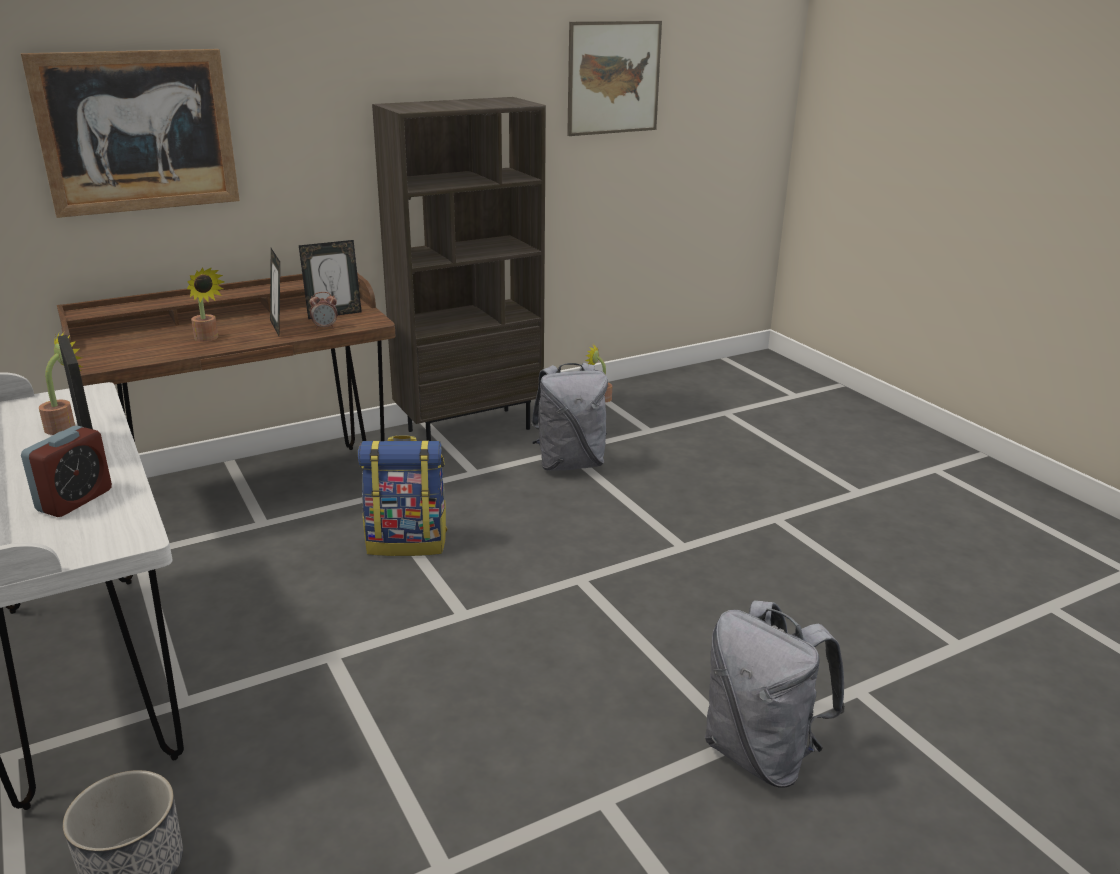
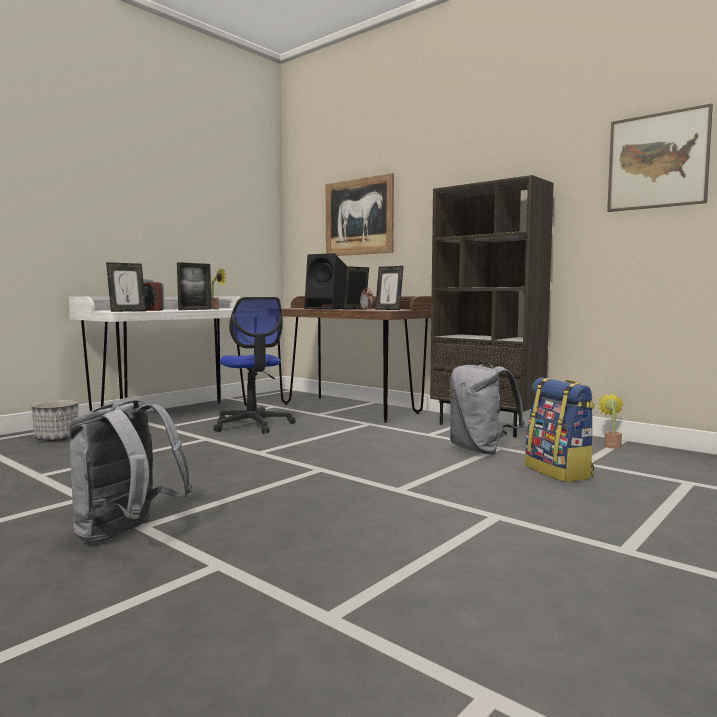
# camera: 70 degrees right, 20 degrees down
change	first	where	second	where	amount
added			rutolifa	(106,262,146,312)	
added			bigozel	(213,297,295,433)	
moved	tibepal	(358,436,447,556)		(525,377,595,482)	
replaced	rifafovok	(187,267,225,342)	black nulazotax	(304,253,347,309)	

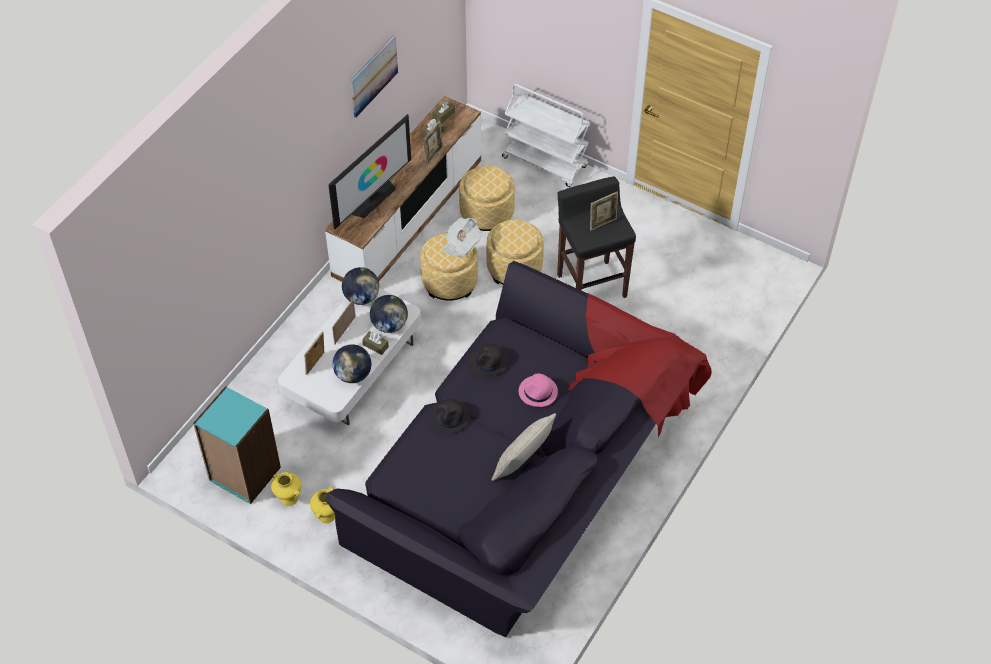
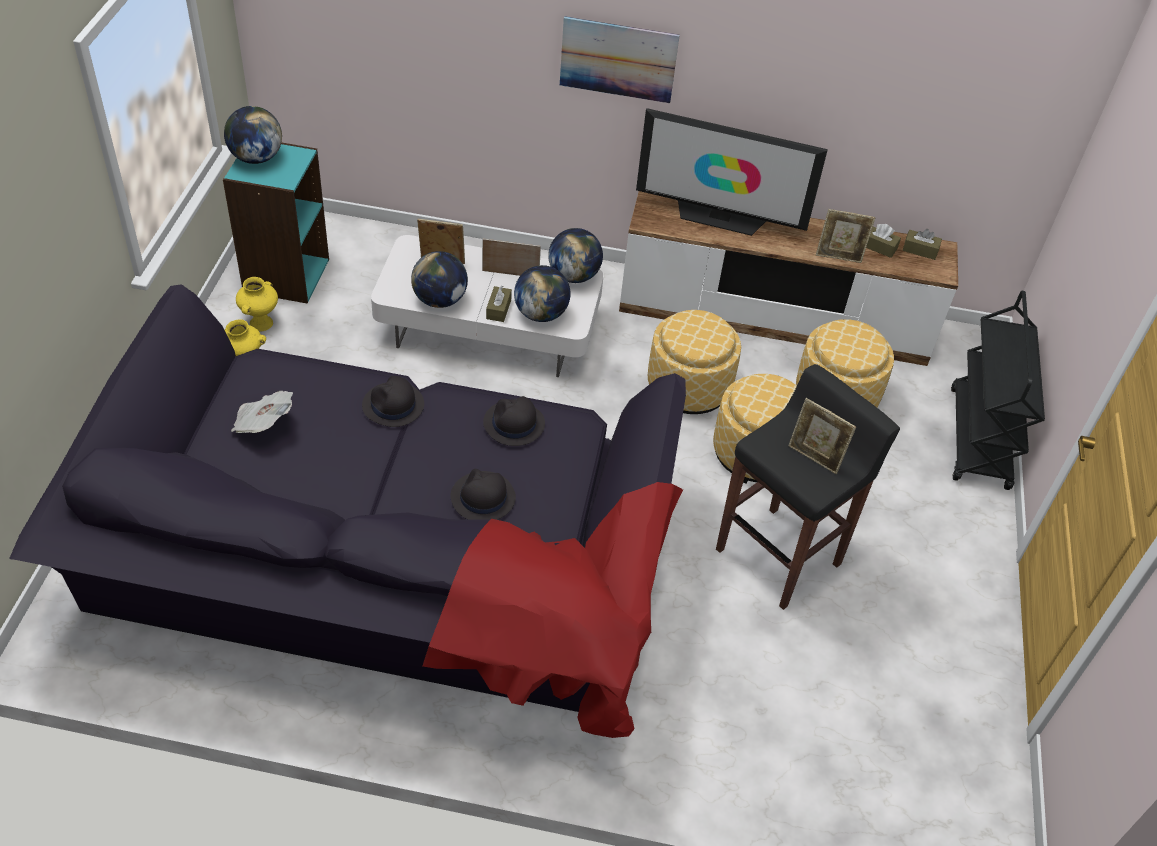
# camera: 65 degrees right, 5 degrees down
change	first	where	second	where	amount
removed	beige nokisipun	(492,413,556,481)			
added			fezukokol	(224,106,282,164)	
moved	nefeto	(350,35,398,118)		(560,16,680,103)	
moved	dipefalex	(443,218,481,258)		(231,391,293,433)	
recoloured	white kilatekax	(502,84,590,187)	black kilatekax	(951,290,1045,490)	
recoloured	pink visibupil	(519,374,558,407)	black visibupil	(451,469,516,520)	

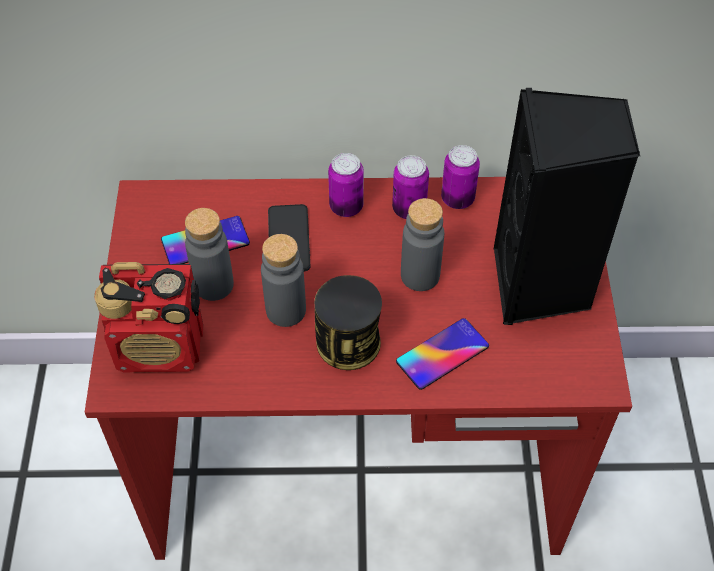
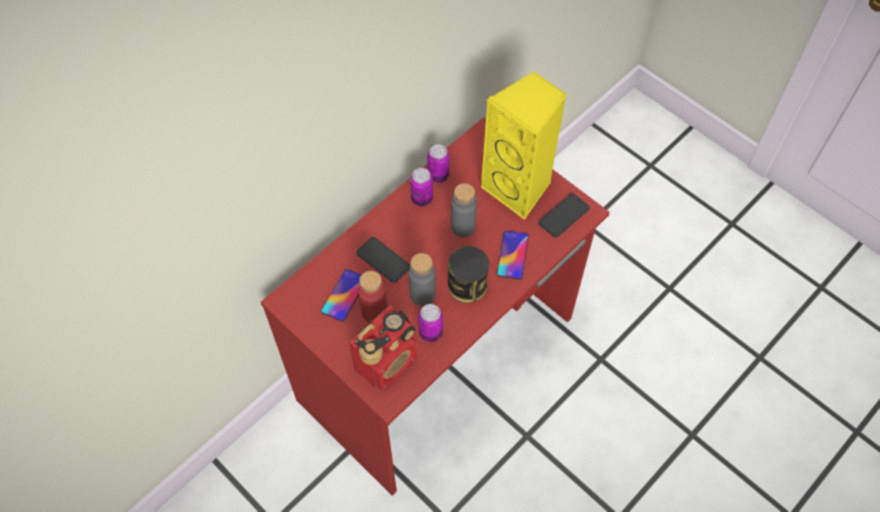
# camera: 45 degrees left, 5 degrees up
change	first	where	second	where	amount
added			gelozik	(539,193,590,238)	
moved	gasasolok	(328,153,364,217)		(418,304,443,342)	
recoloured	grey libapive	(185,208,234,301)	red libapive	(358,271,387,323)	
recoloured	black nulazotax	(494,88,640,325)	yellow nulazotax	(481,72,567,220)	

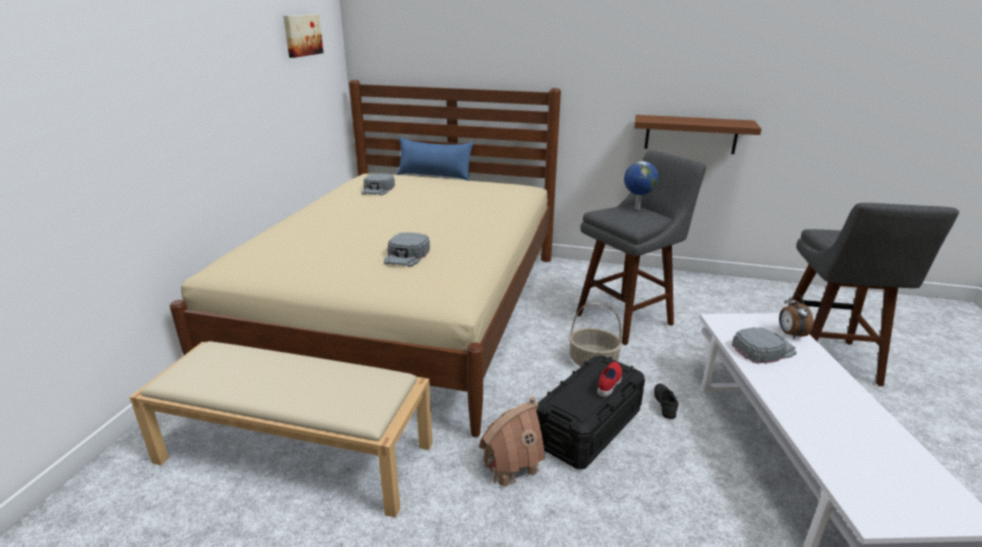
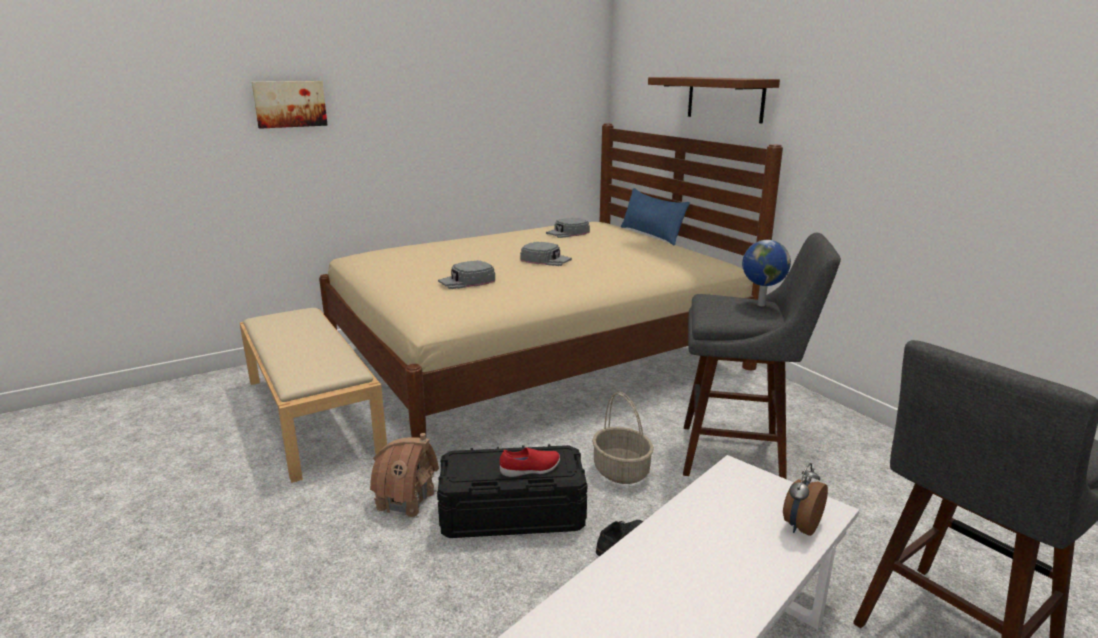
# camera: 45 degrees right, 5 degrees down
change	first	where	second	where	amount
moved	nefeto	(283,15,324,58)		(252,81,328,129)	
moved	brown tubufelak	(634,115,762,154)		(648,77,780,124)	
moved	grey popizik	(732,327,796,364)		(520,242,572,266)	

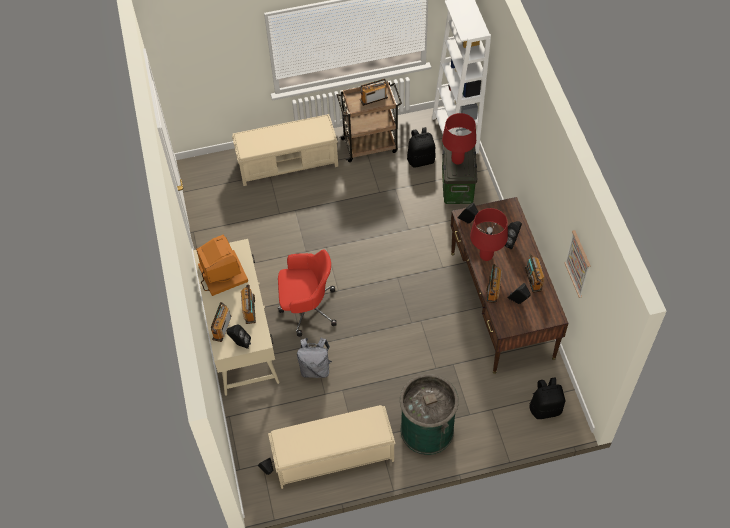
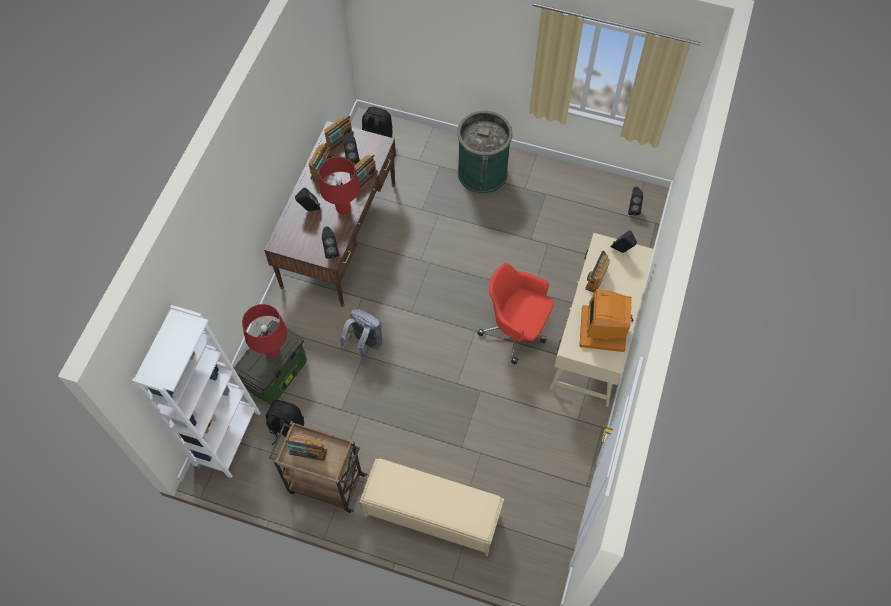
# camera: 150 degrees left, 5 degrees up
change	first	where	second	where	amount
removed	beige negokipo	(268,405,396,489)			
removed	nefeto	(564,230,590,298)			
moved	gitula	(211,302,231,342)		(325,116,354,150)	
moved	grey tibepal	(297,338,332,378)		(340,309,382,360)	

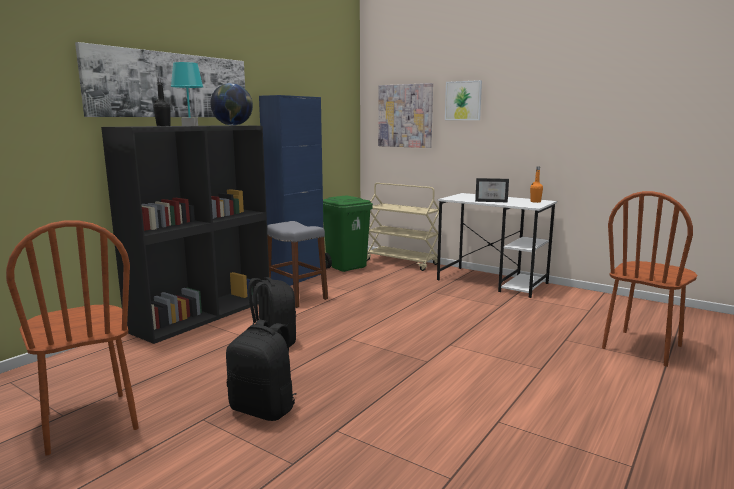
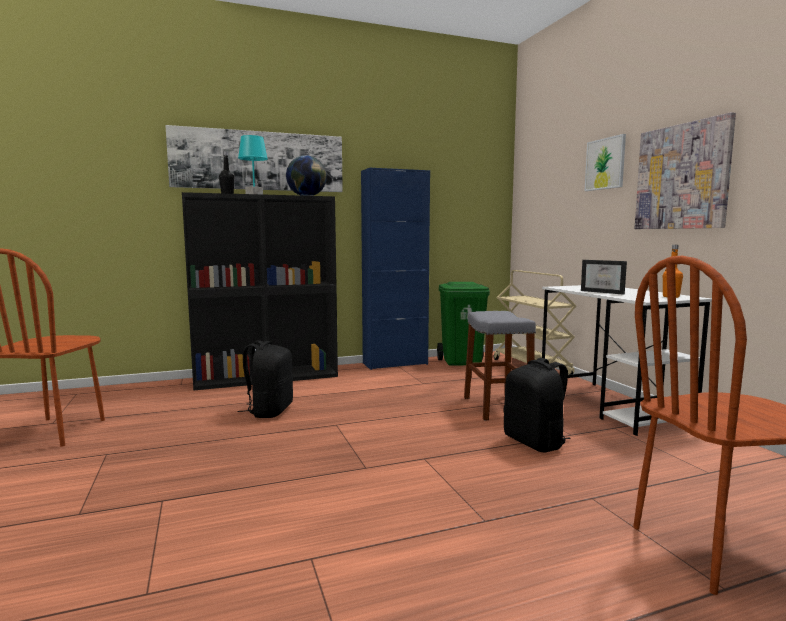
# camera: 35 degrees right, 5 degrees down
change	first	where	second	where	amount
moved	black tibepal	(226,320,296,421)		(504,358,571,452)	
moved	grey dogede	(267,221,328,308)		(464,311,536,421)	
moved	nefeto	(378,83,433,148)		(635,112,736,229)	

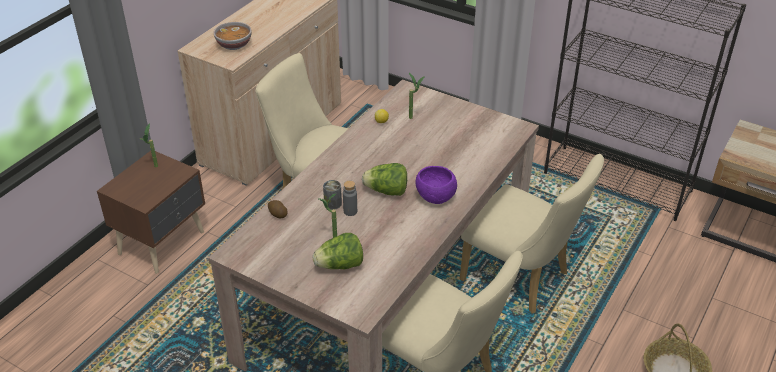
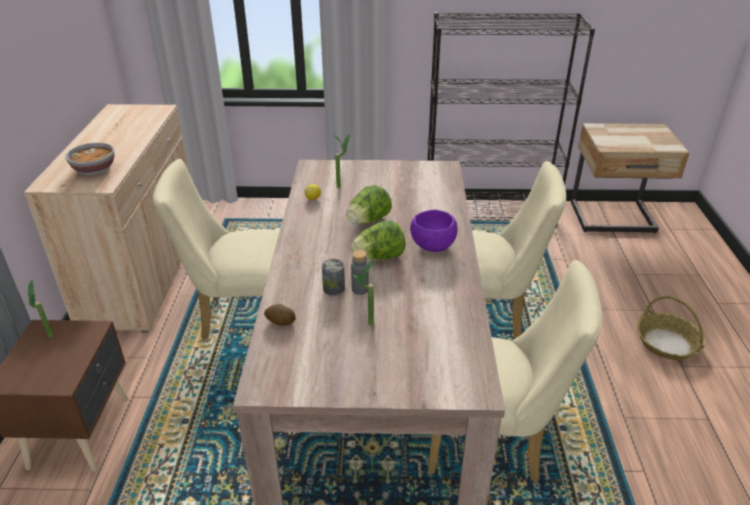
# camera: 30 degrees left, 5 degrees down
change	first	where	second	where	amount
moved	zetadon	(312,233,363,269)		(347,185,392,224)	

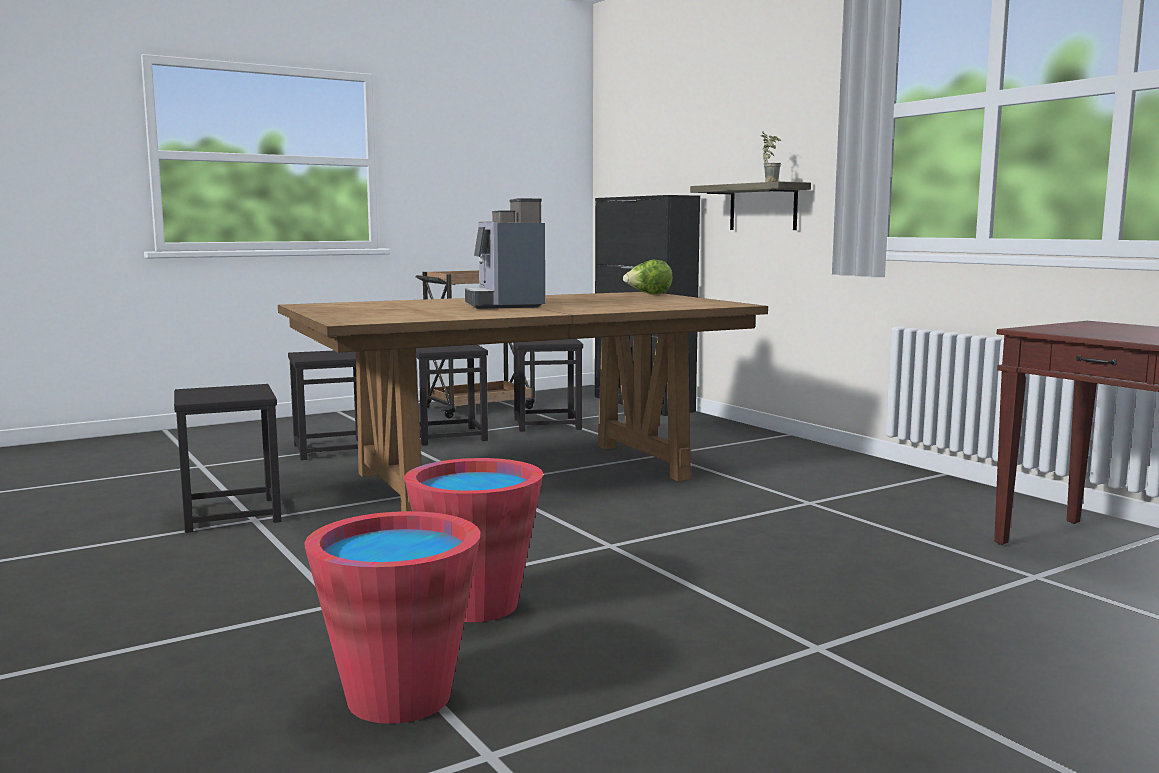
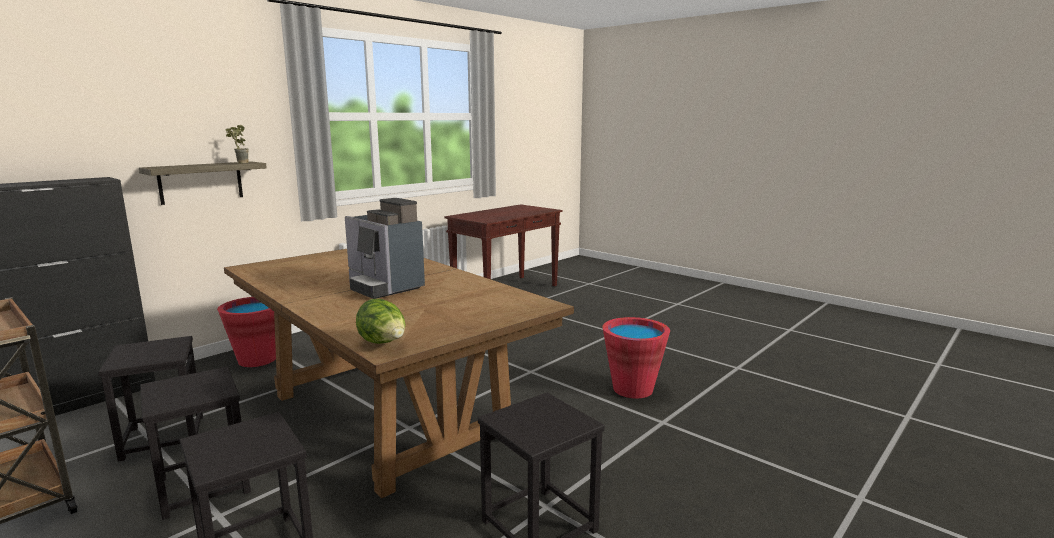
# camera: 105 degrees left, 5 degrees up
change	first	where	second	where	amount
moved	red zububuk	(304,511,480,724)		(217,297,276,367)	
moved	zetadon	(623,260,672,294)		(356,299,405,344)	
turned	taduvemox	(465,198,545,309)		(345,198,425,299)	75 degrees clockwise

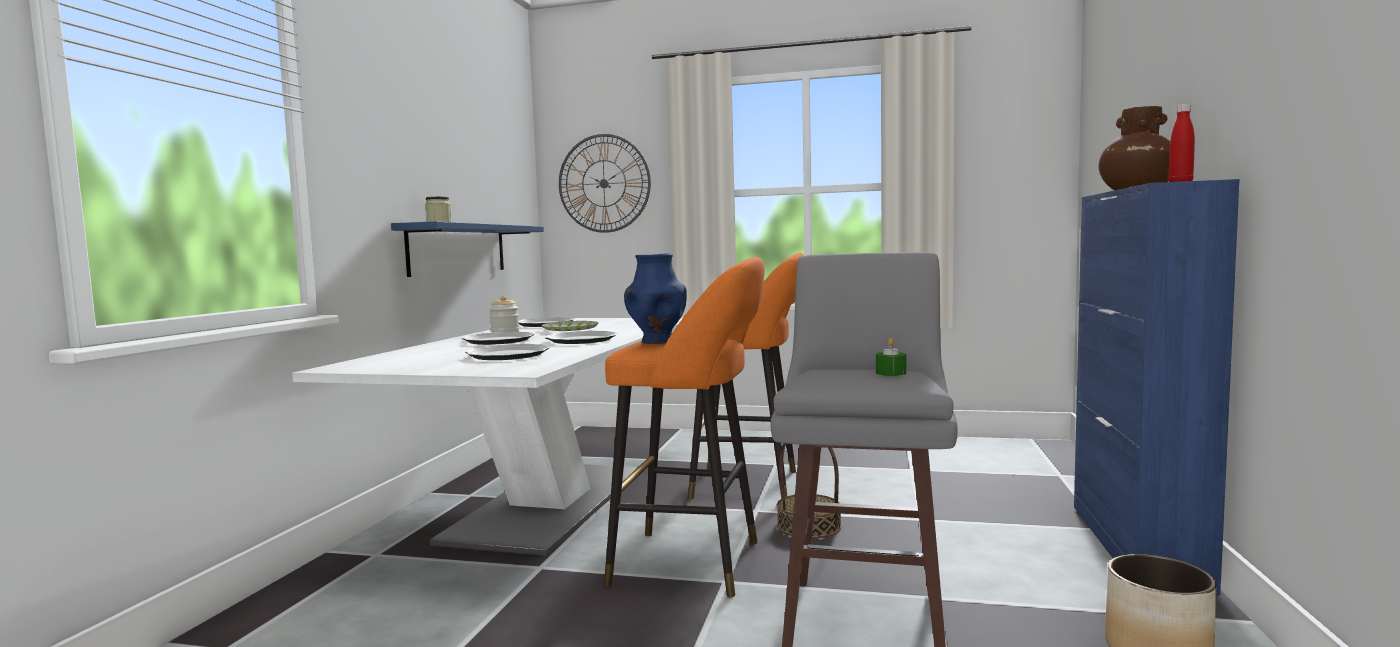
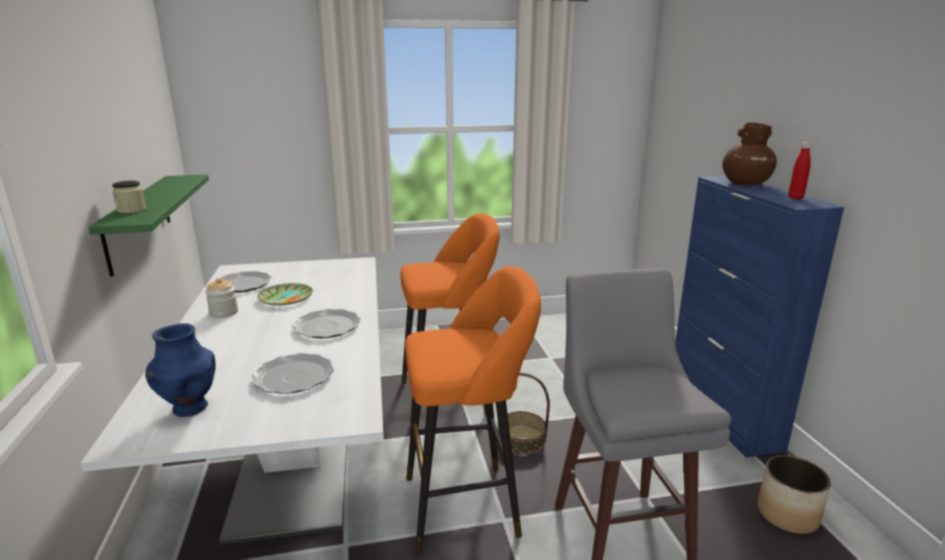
# camera: 25 degrees left, 15 degrees up
change	first	where	second	where	amount
removed	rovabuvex	(462,332,535,345)			
removed	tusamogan	(559,134,651,233)			
removed	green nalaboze	(876,338,906,376)			
moved	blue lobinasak	(624,254,687,344)		(145,323,216,417)	
recoloured	blue tubufelak	(391,221,544,277)	green tubufelak	(88,175,209,277)	

